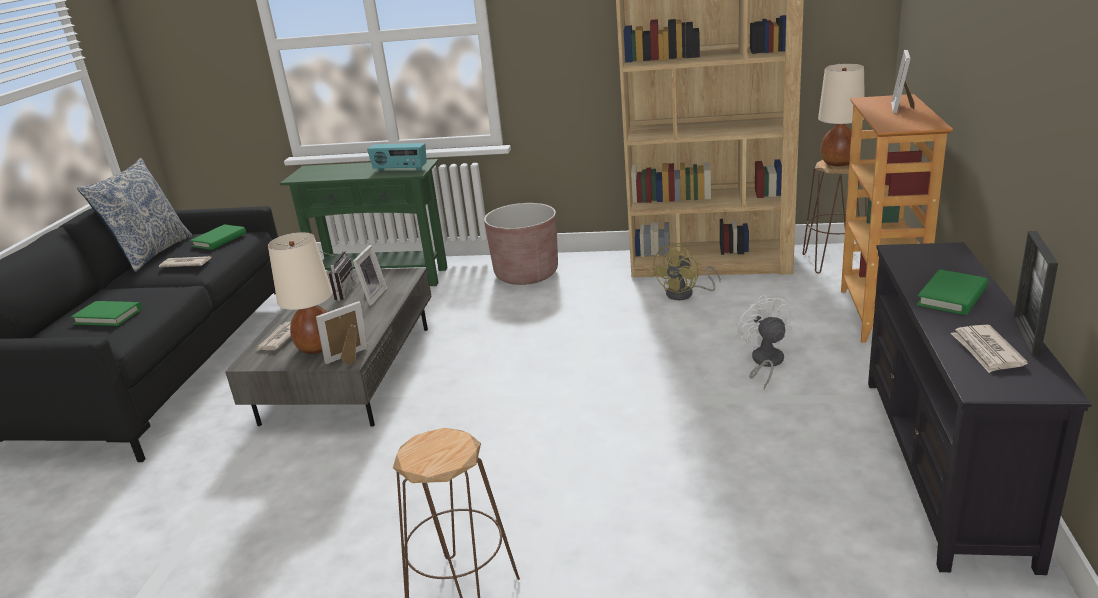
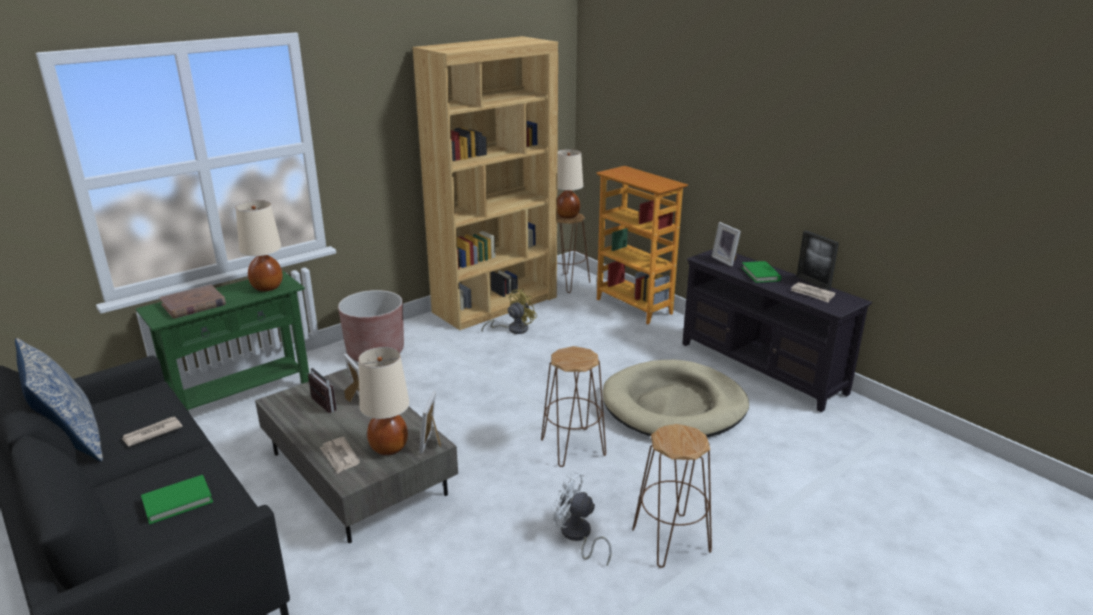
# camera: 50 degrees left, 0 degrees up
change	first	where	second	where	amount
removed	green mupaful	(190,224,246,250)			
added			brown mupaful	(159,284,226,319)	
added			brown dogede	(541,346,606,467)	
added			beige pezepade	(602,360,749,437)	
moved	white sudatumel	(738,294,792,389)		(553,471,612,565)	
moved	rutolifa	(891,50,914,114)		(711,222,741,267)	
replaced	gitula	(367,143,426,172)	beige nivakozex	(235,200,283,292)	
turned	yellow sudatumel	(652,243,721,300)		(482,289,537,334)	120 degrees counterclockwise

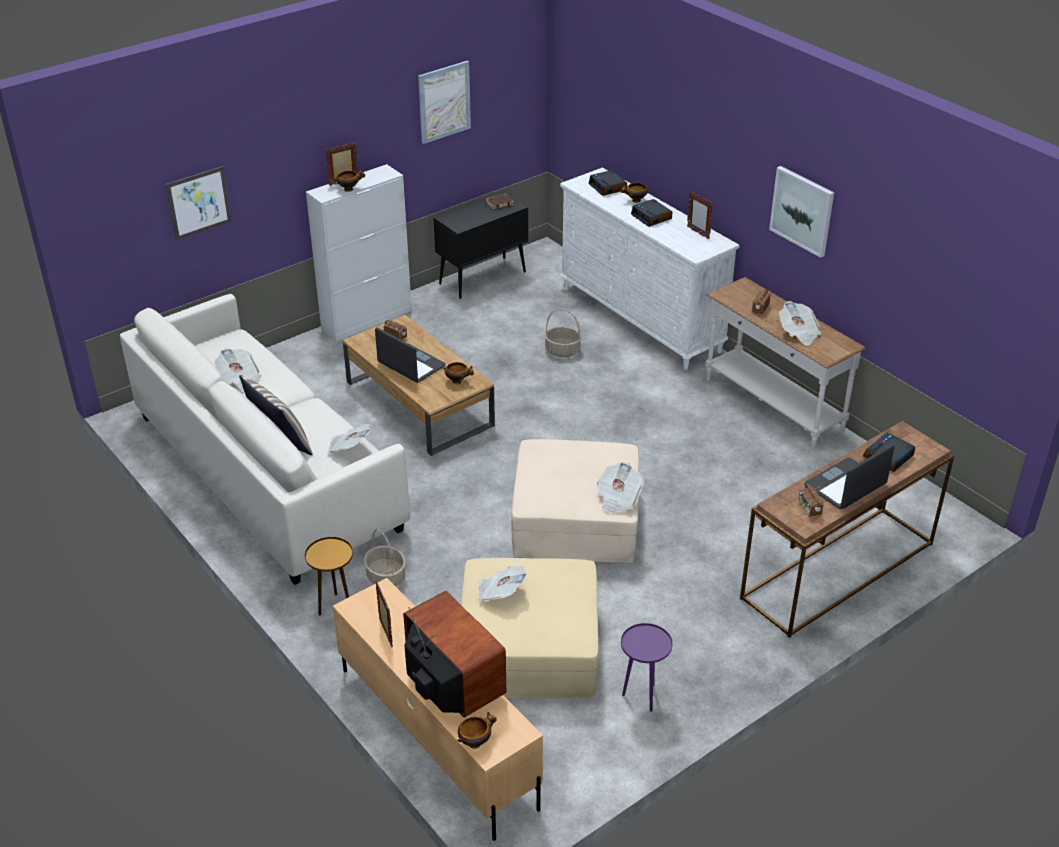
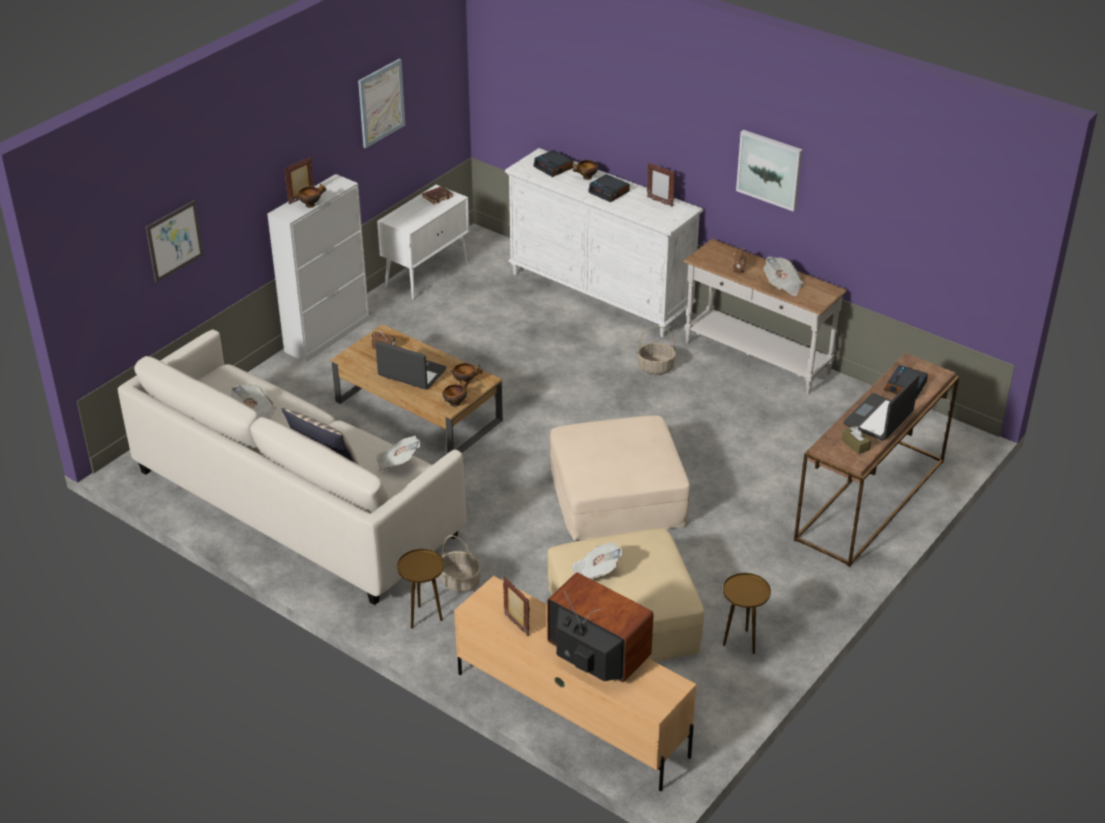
# camera: 15 degrees left, 0 degrees up
change	first	where	second	where	amount
removed	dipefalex	(597,462,644,513)			
moved	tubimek	(457,712,497,749)		(443,379,468,407)	
moved	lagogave	(544,309,582,357)		(637,326,676,375)	
replaced	gitula	(798,484,824,517)	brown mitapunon	(842,426,871,455)	
recoloured	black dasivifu	(433,192,528,299)	white dasivifu	(377,185,469,300)	
recoloured	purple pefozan	(621,623,672,712)	brown pefozan	(723,573,771,654)	

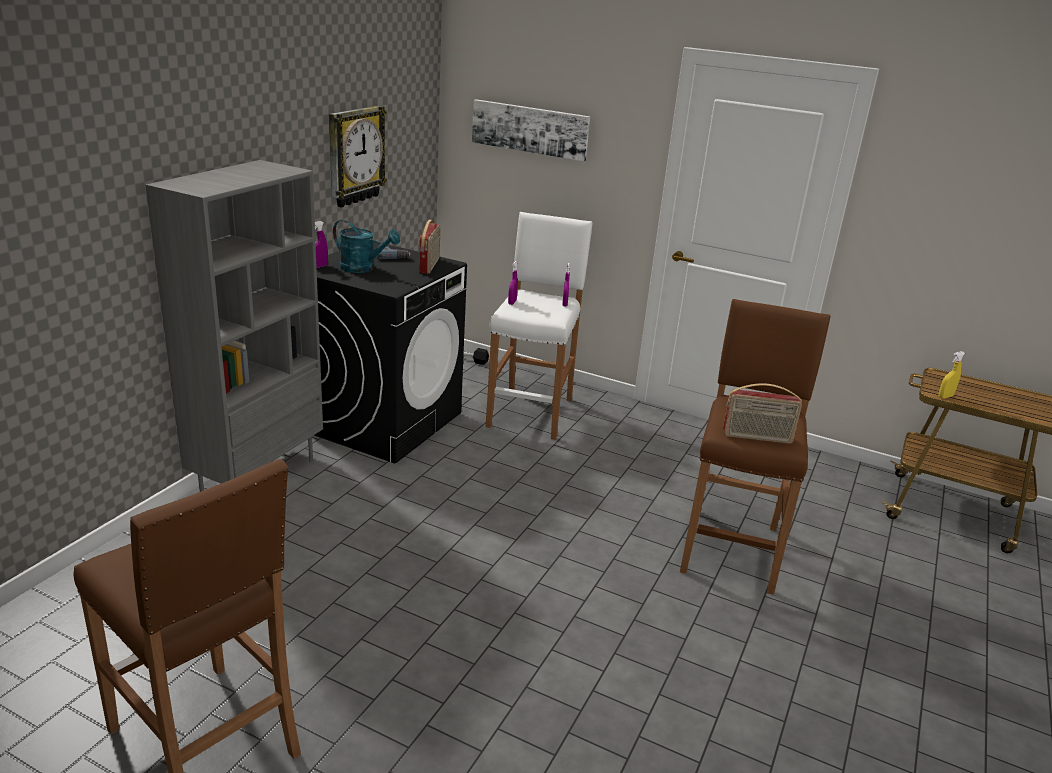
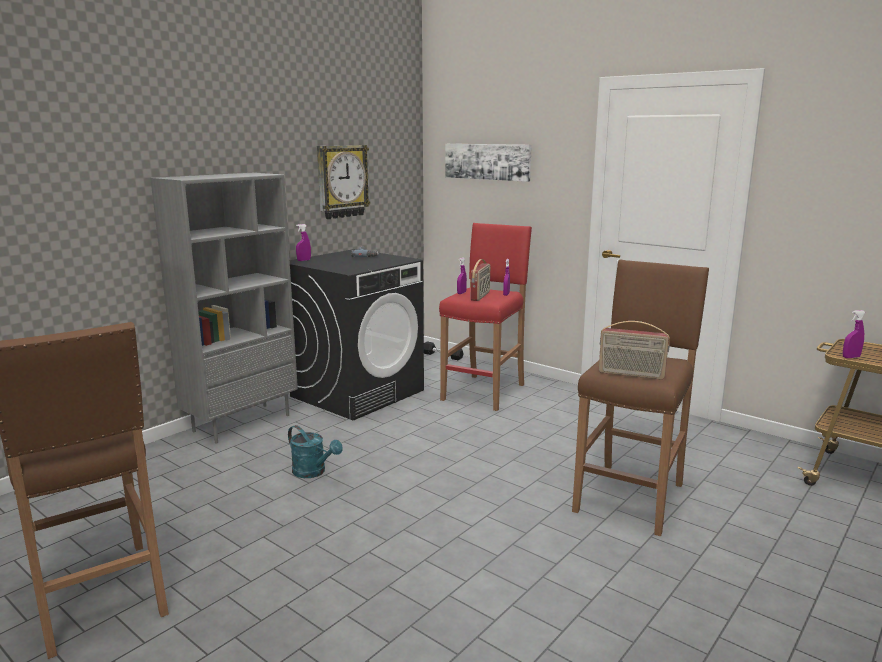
# camera: 15 degrees right, 10 degrees down
change	first	where	second	where	amount
moved	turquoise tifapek	(333,220,400,273)		(288,425,343,478)	
moved	gitula	(419,220,441,274)		(471,259,490,301)	
recoloured	white dogede	(485,212,593,440)	red dogede	(439,223,532,411)	
recoloured	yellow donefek	(938,351,965,398)	purple donefek	(843,310,866,358)	

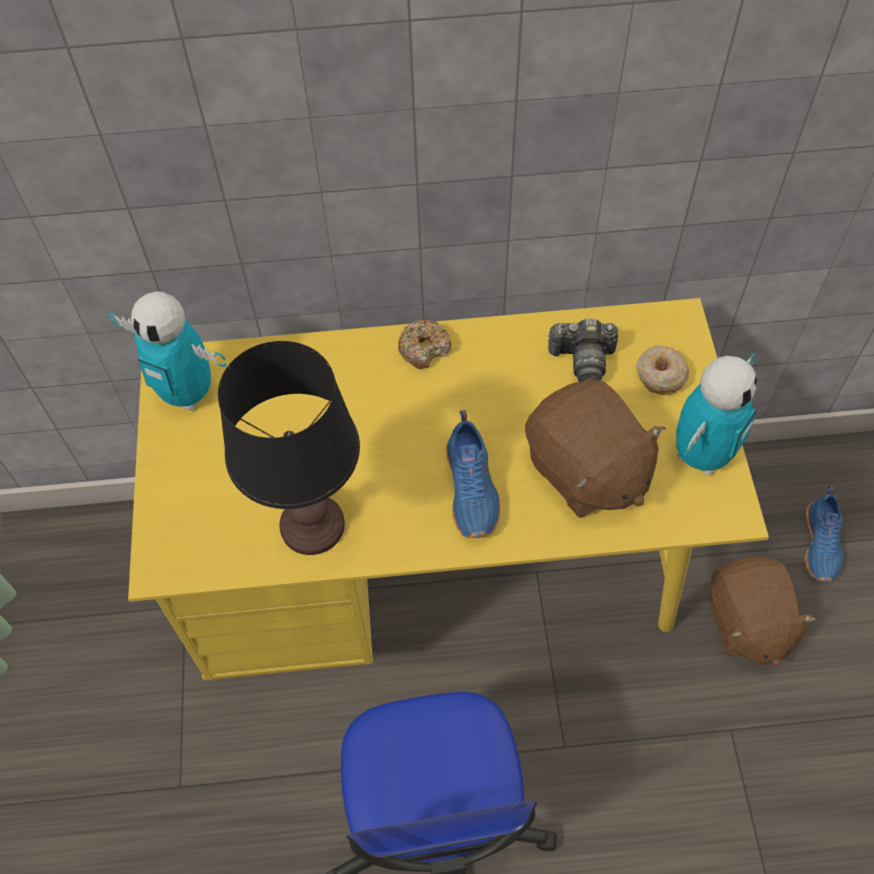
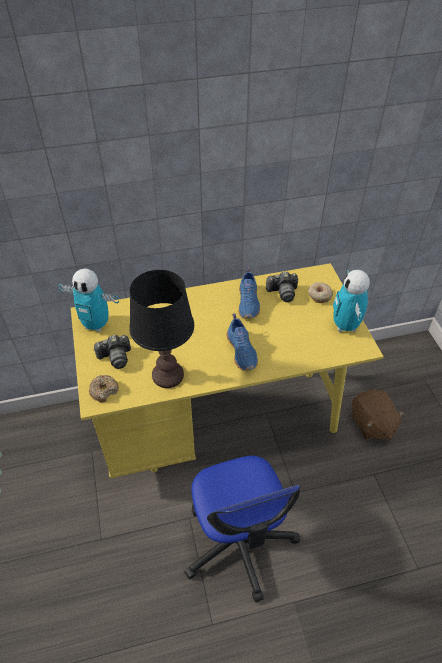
# camera: 10 degrees left, 10 degrees down
change	first	where	second	where	amount
removed	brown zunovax	(525,380,666,518)			
added			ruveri	(93,335,131,369)	
moved	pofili	(398,320,451,369)		(89,375,119,403)	
moved	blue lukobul	(805,486,844,582)		(238,267,260,318)	
turned	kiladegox	(676,353,757,475)		(333,270,370,332)	150 degrees clockwise

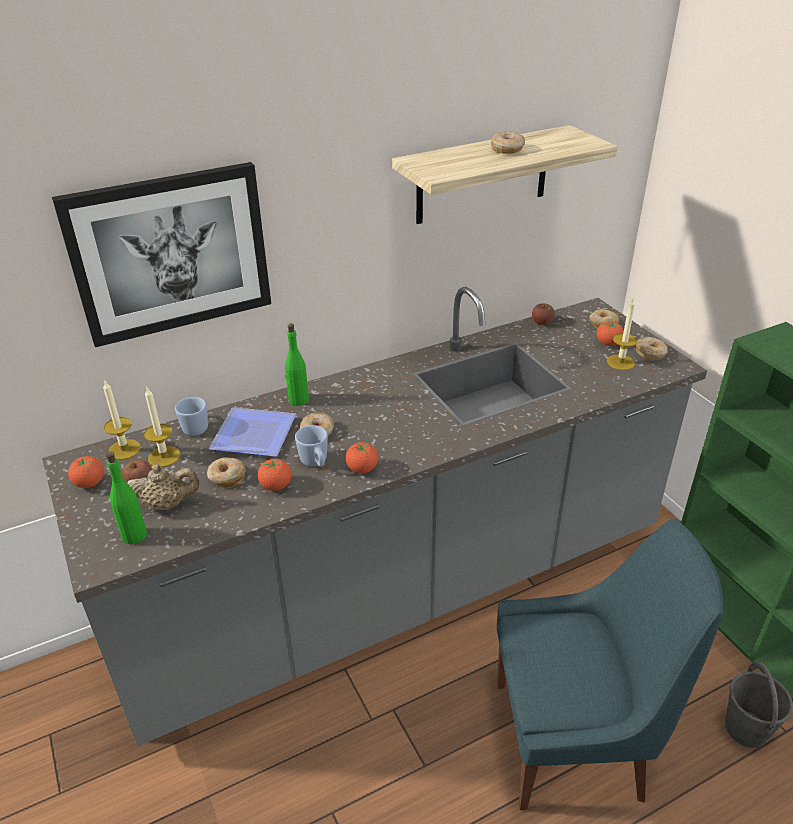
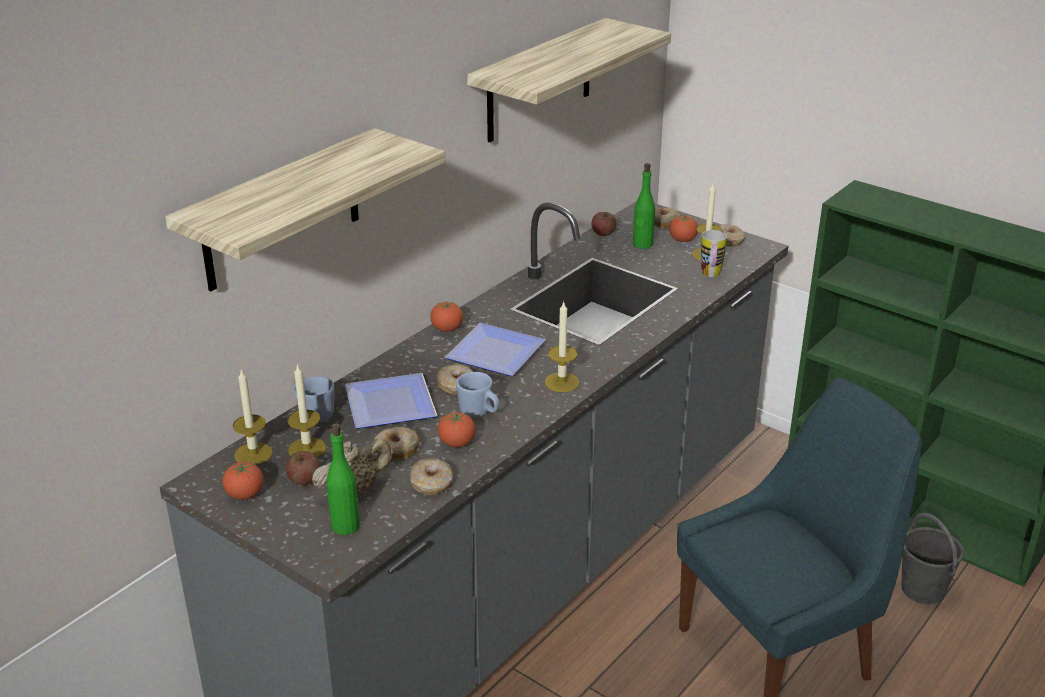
# camera: 25 degrees left, 5 degrees down
change	first	where	second	where	amount
added			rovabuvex	(445,323,545,376)	
added			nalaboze	(545,301,580,392)	
added			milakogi	(701,230,727,277)	
moved	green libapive	(285,324,309,406)		(633,163,655,249)	
moved	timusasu	(345,442,378,473)		(430,301,463,332)	
moved	pofili	(491,131,525,154)		(410,458,453,495)	
replaced	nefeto	(52,162,271,347)	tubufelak	(165,128,445,291)	

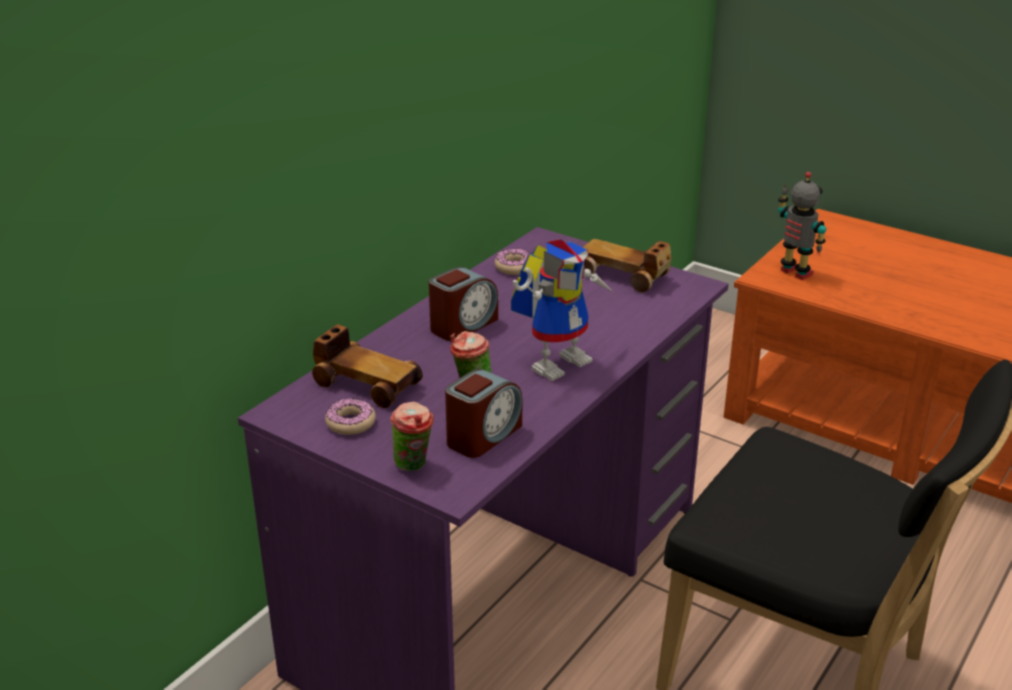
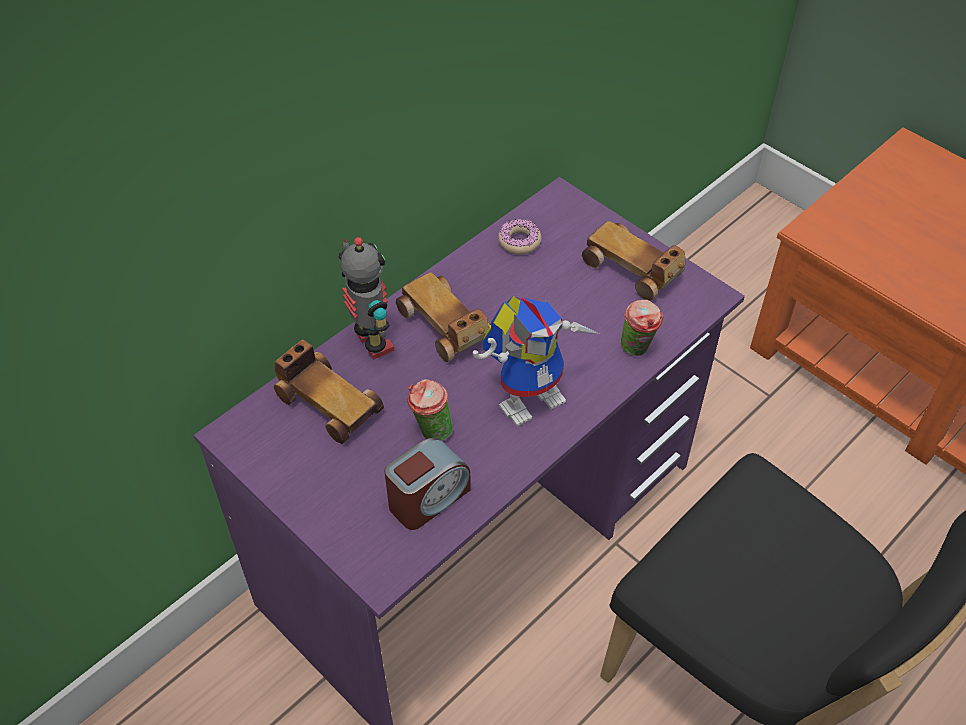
# camera: 10 degrees right, 20 degrees up
change	first	where	second	where	amount
removed	pofili	(325,398,376,435)			
moved	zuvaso	(390,402,434,471)		(621,300,663,356)	
moved	kiladegox	(778,172,826,280)		(338,237,394,360)	
replaced	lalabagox	(429,267,498,341)	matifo	(396,272,490,362)	

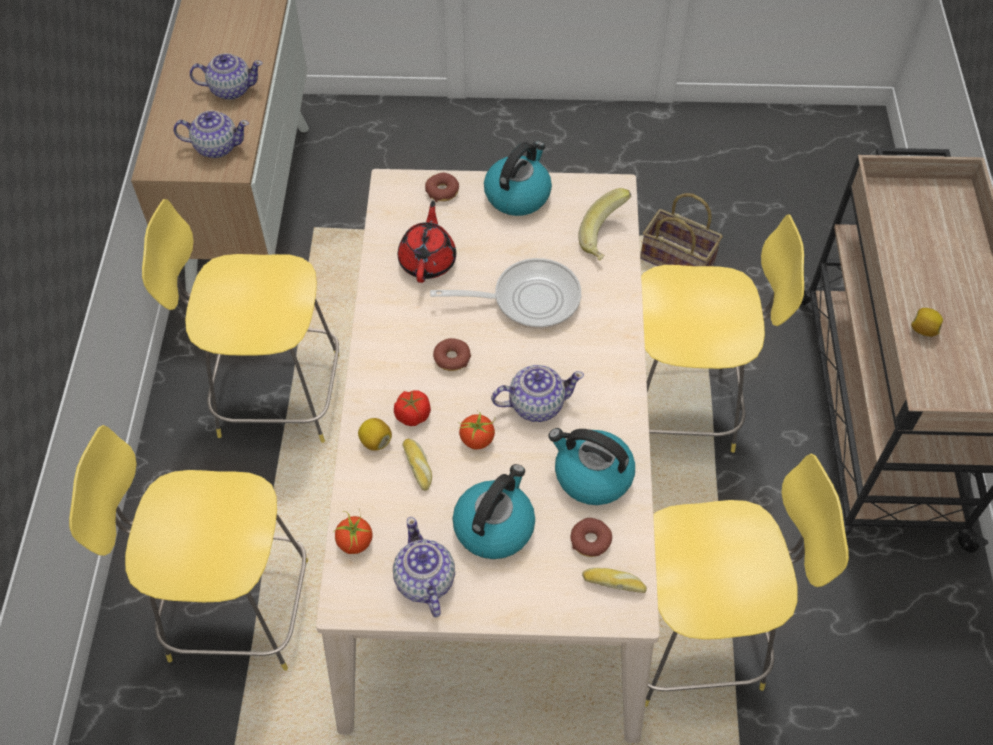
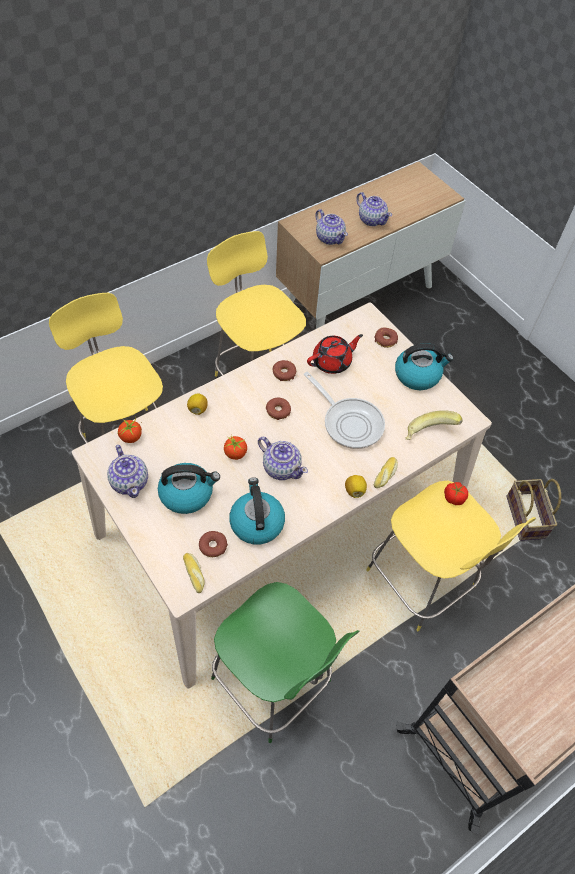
# camera: 50 degrees right, 0 degrees up
change	first	where	second	where	amount
added			pofili	(273,360,296,381)	
moved	timusasu	(394,390,431,426)		(444,482,468,505)	
moved	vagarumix	(402,439,432,491)		(374,457,398,488)	
moved	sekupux	(911,308,943,337)		(345,475,367,498)	
recoloured	yellow dogede	(645,454,849,707)	green dogede	(211,582,360,743)	
turned	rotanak	(393,517,455,618)		(107,445,148,498)	120 degrees clockwise

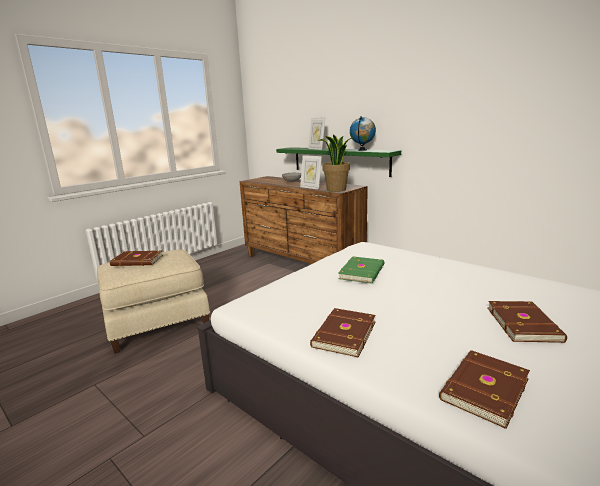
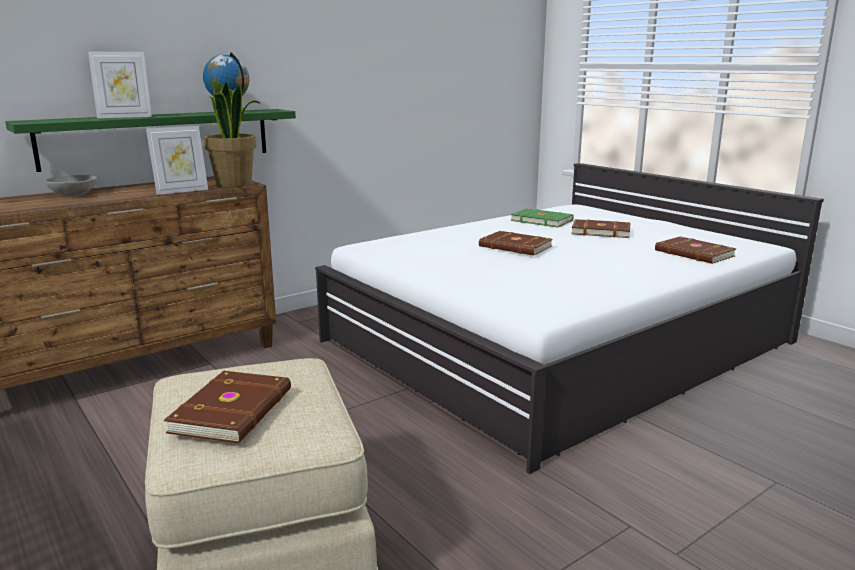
# camera: 80 degrees left, 0 degrees up
change	first	where	second	where	amount
moved	brown mupaful	(310,308,376,358)		(479,231,553,255)	
moved	green mupaful	(338,256,384,284)		(510,208,574,228)	

